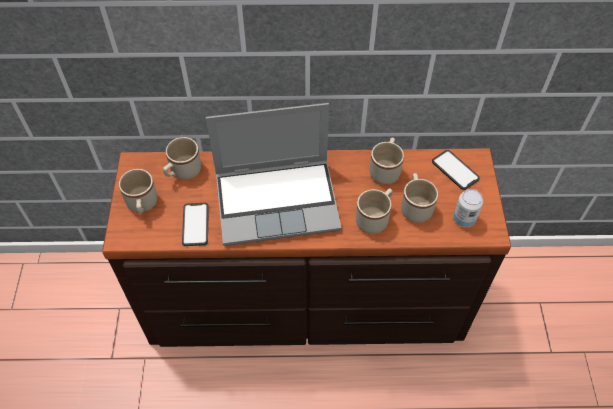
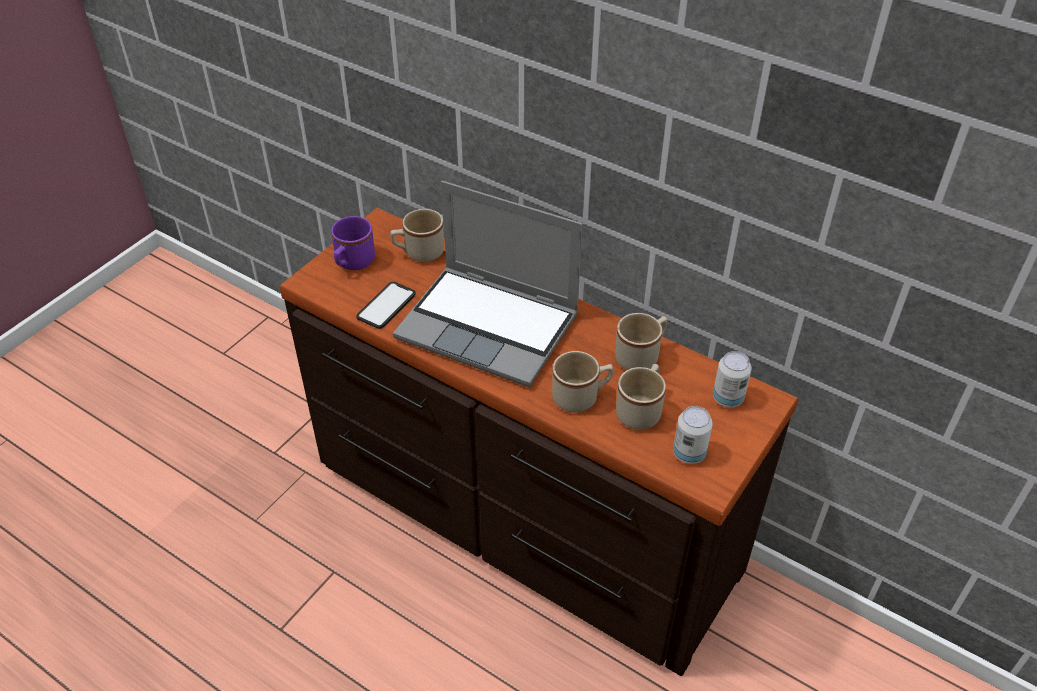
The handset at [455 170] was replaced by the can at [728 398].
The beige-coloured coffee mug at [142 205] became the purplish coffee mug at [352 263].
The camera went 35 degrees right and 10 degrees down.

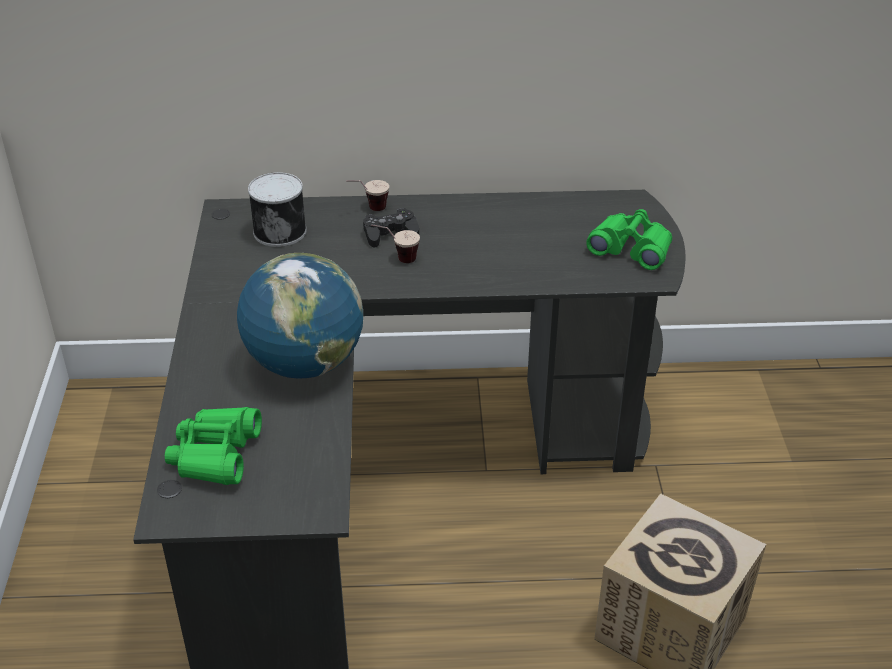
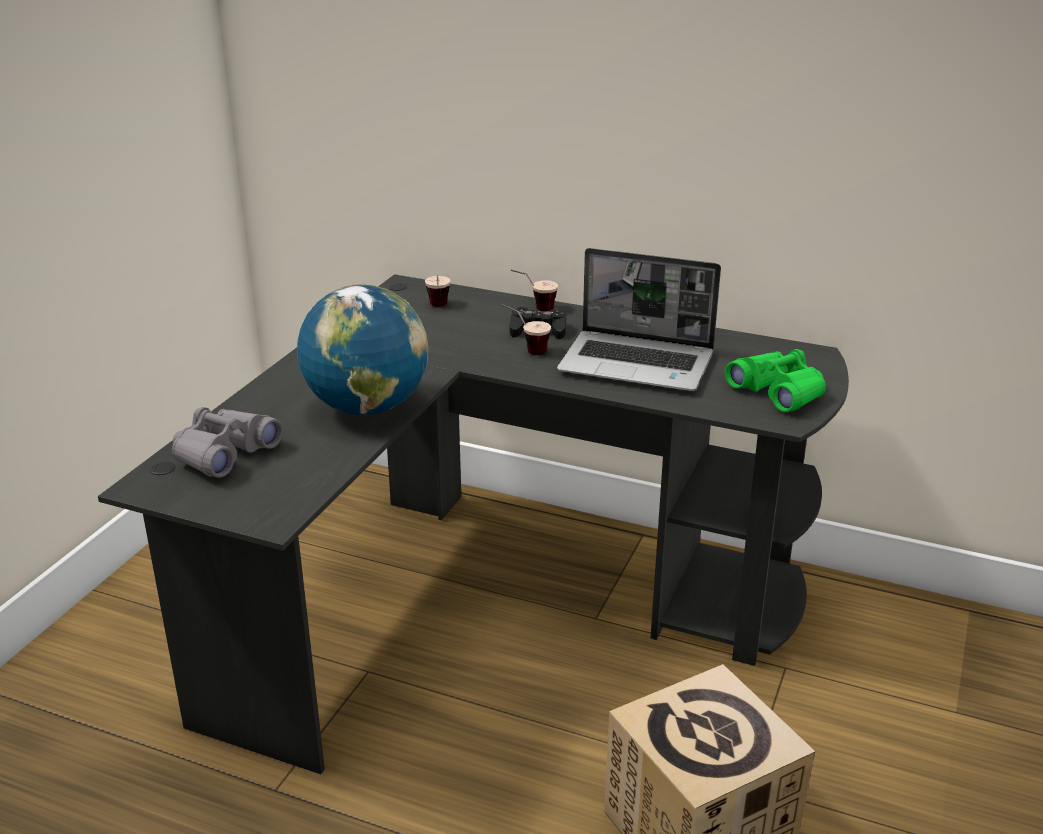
The can at [280 231] was replaced by the small cup at [438 308].
The green pair of binoculars at [215 454] became the gray pair of binoculars at [224 453].
The laptop at [638 364] appeared.
The camera went 25 degrees right and 10 degrees down.

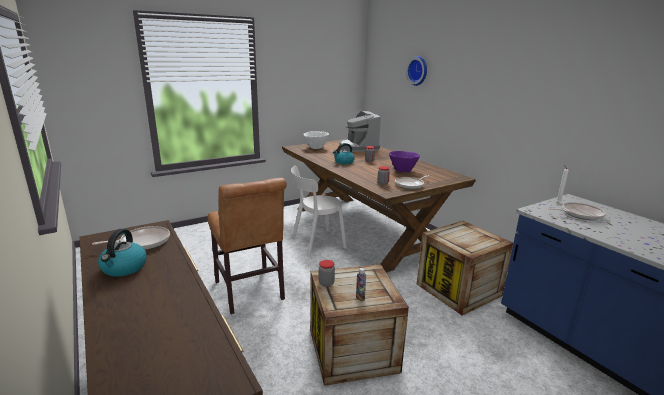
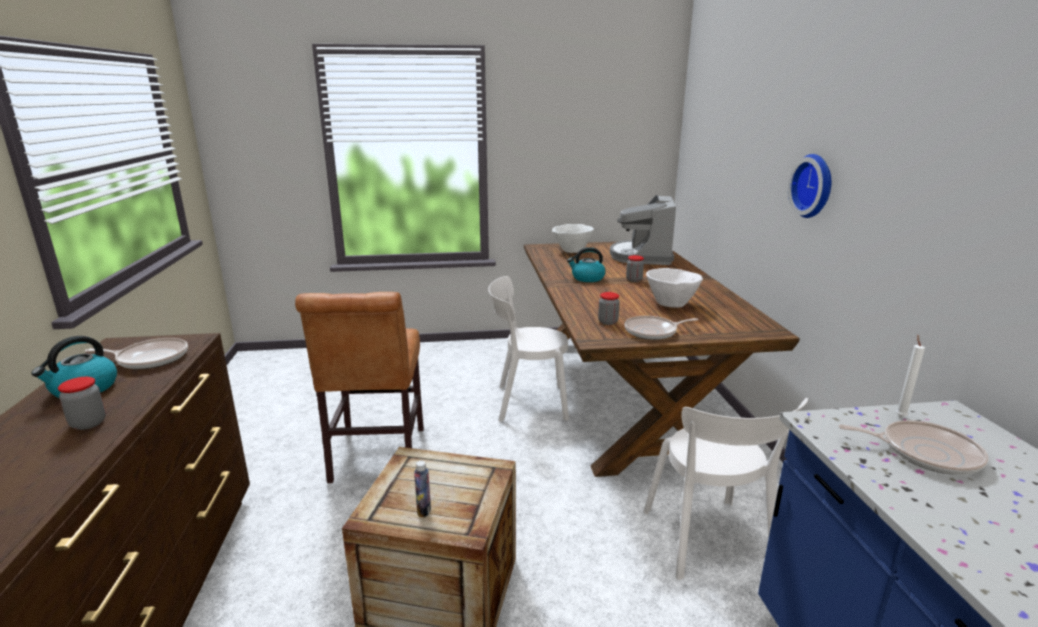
The hanging clock moved from [418 70] to [814 186].
The purplish deep dish at [402 170] became the white-coloured deep dish at [671 304].
The crate at [458 290] was replaced by the white-coloured plain chair at [709 542].
The preserve jar moved from [326 283] to [88 423].
The camera went 25 degrees right and 0 degrees up.

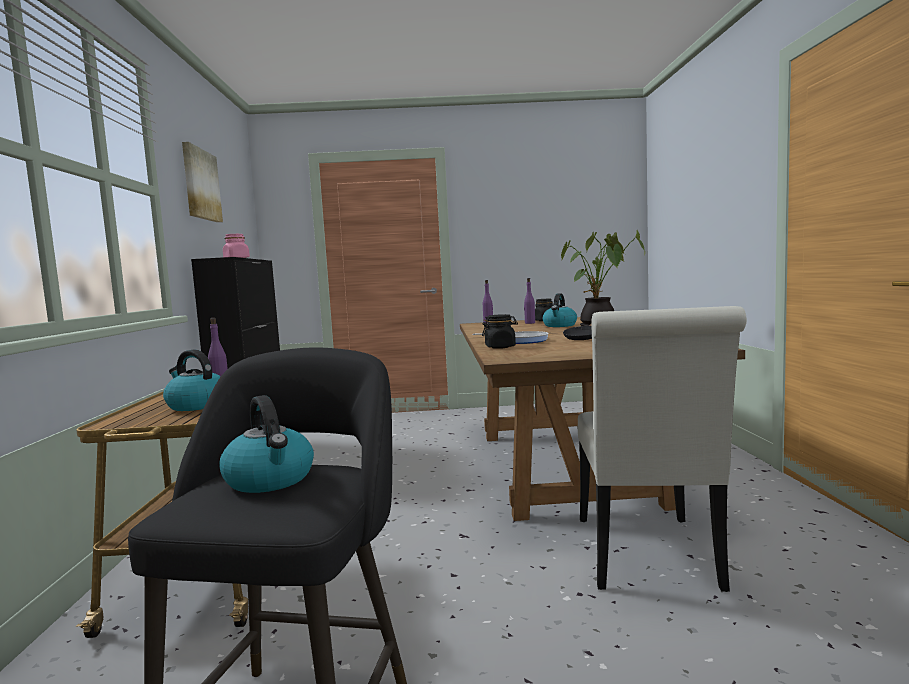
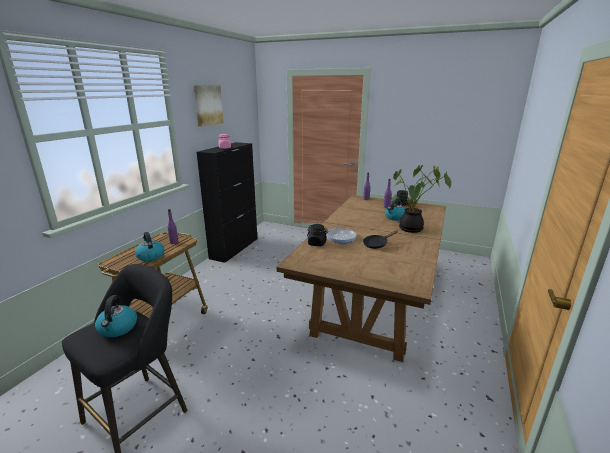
The white-coloured plain chair at [648 558] disappeared.
The camera went 25 degrees right and 15 degrees up.

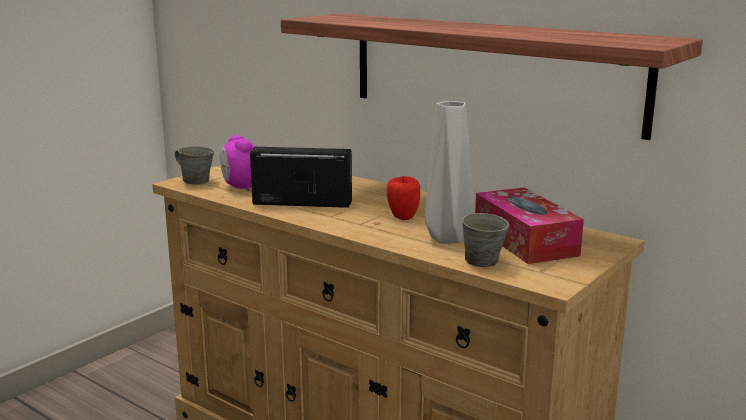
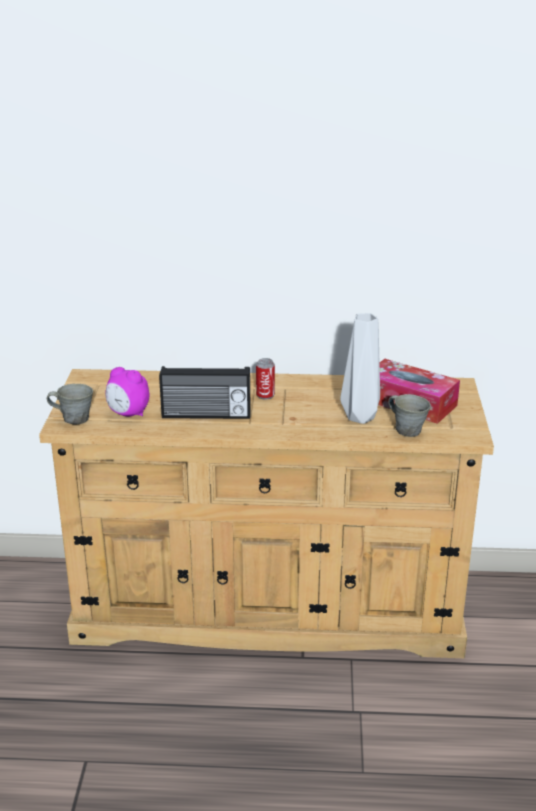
The wall shelf at [491 70] disappeared.
The radio set at [302 202] turned 150 degrees counterclockwise.
The apple at [403 217] disappeared.
The can at [265 395] appeared.
The camera went 35 degrees left and 10 degrees up.

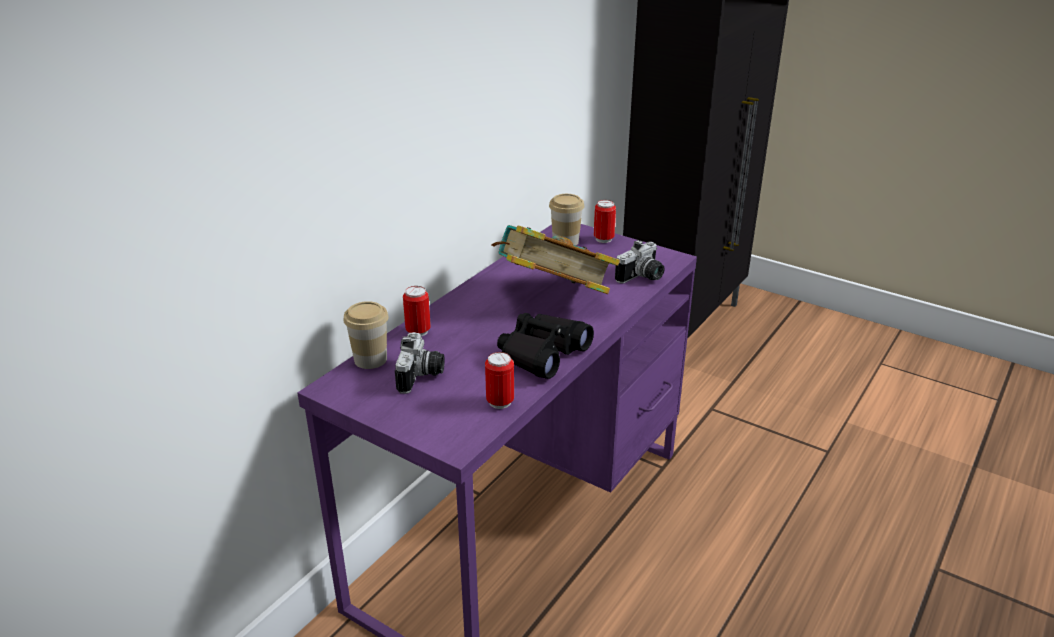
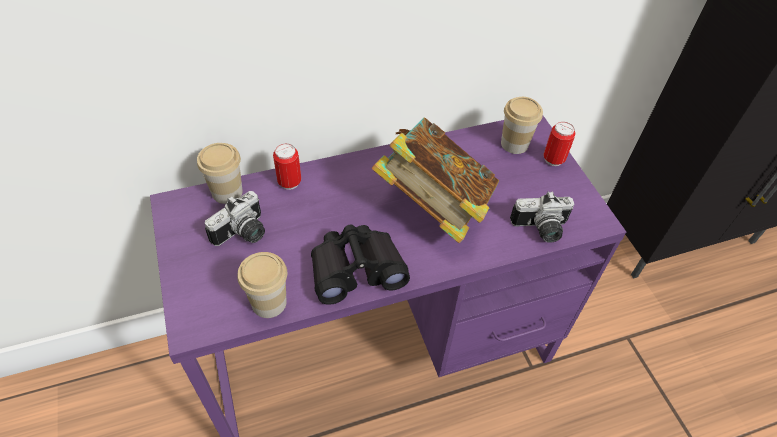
The can at [500 402] was replaced by the small cup at [269 303].
The camera went 35 degrees right and 20 degrees up.

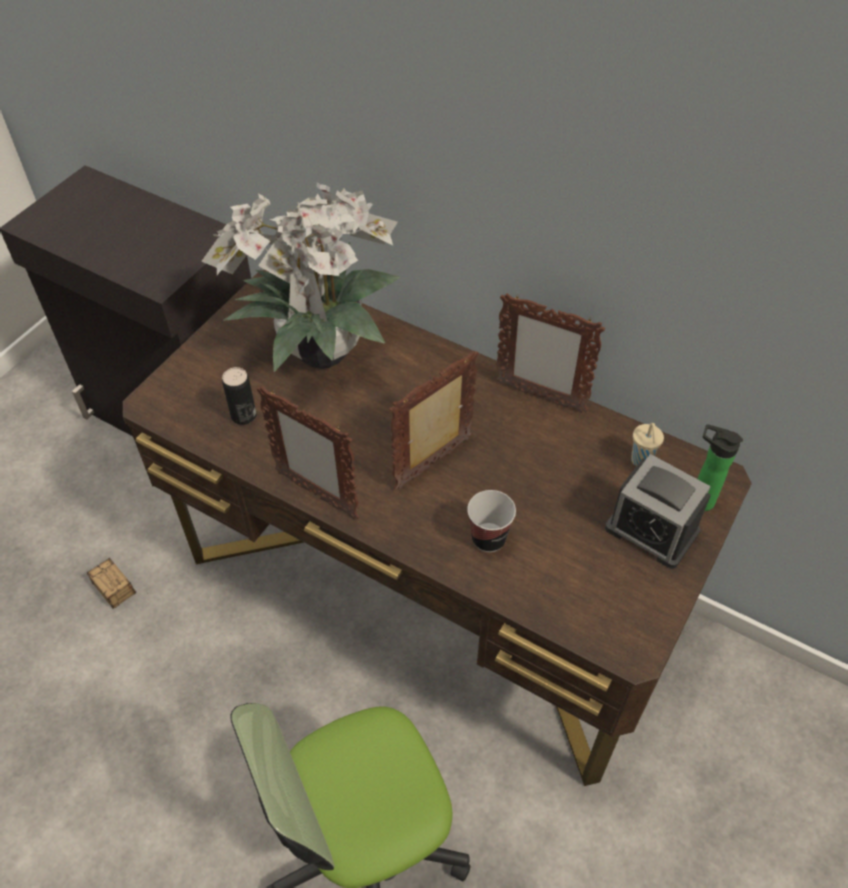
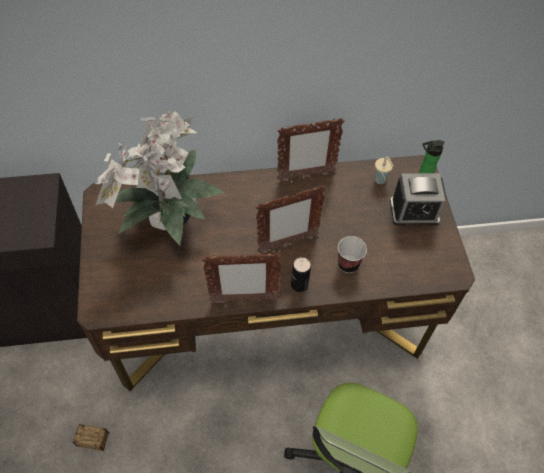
The picture frame at [434 463] turned 120 degrees counterclockwise.
The can moved from [244 416] to [299 284].
The camera went 40 degrees left and 5 degrees up.

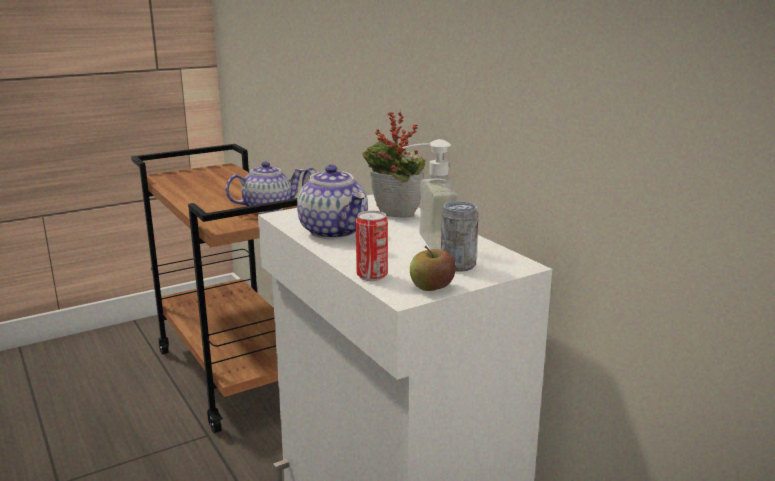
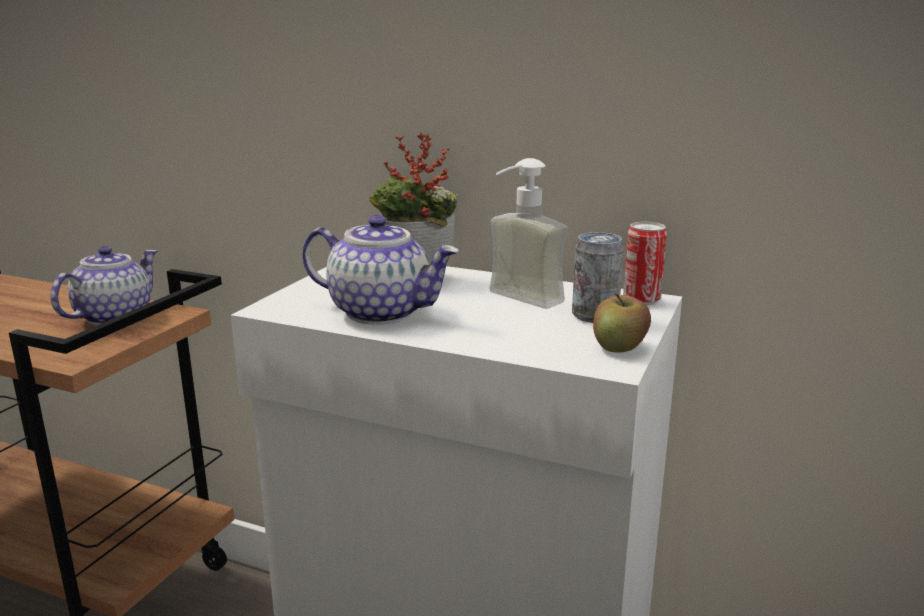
The can moved from [372 276] to [641 300].
The camera went 35 degrees left and 0 degrees up.

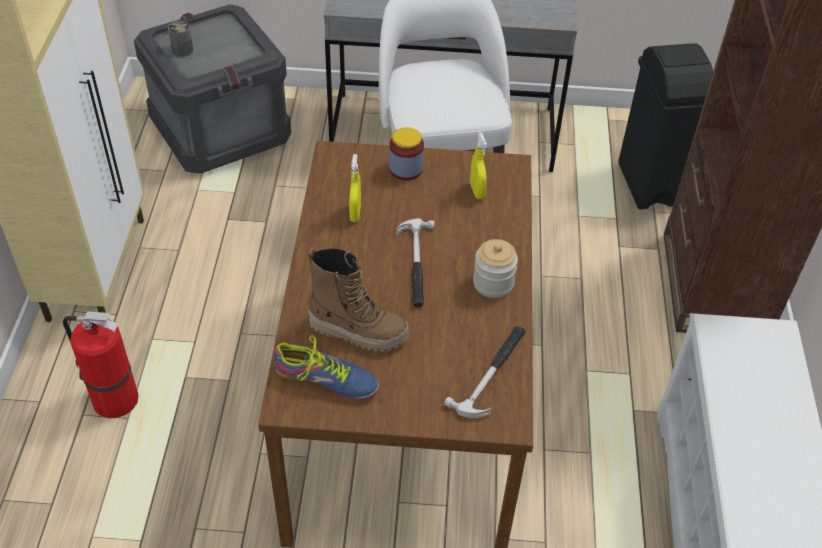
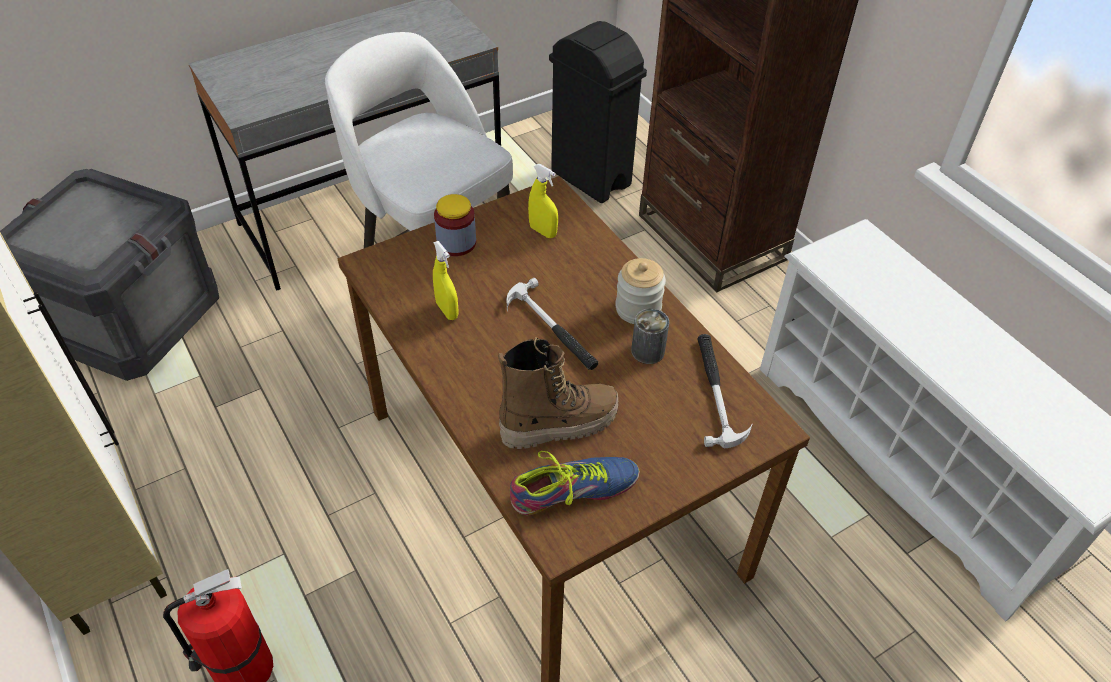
The can moved from [182 50] to [647 351].
The camera went 35 degrees left and 0 degrees up.

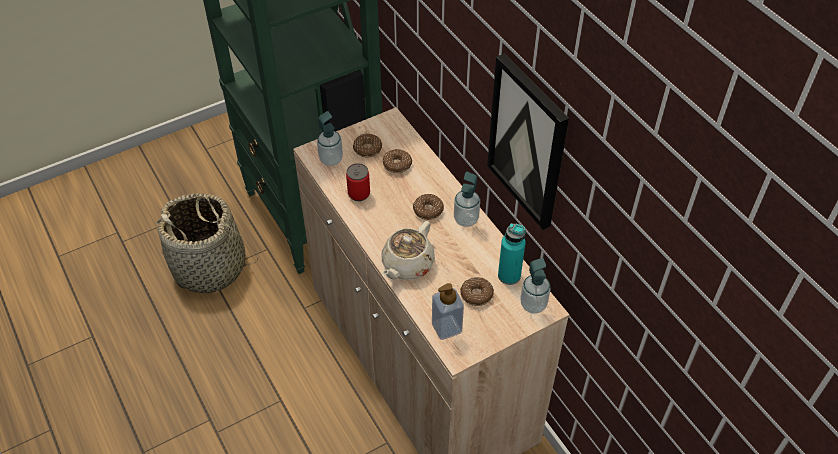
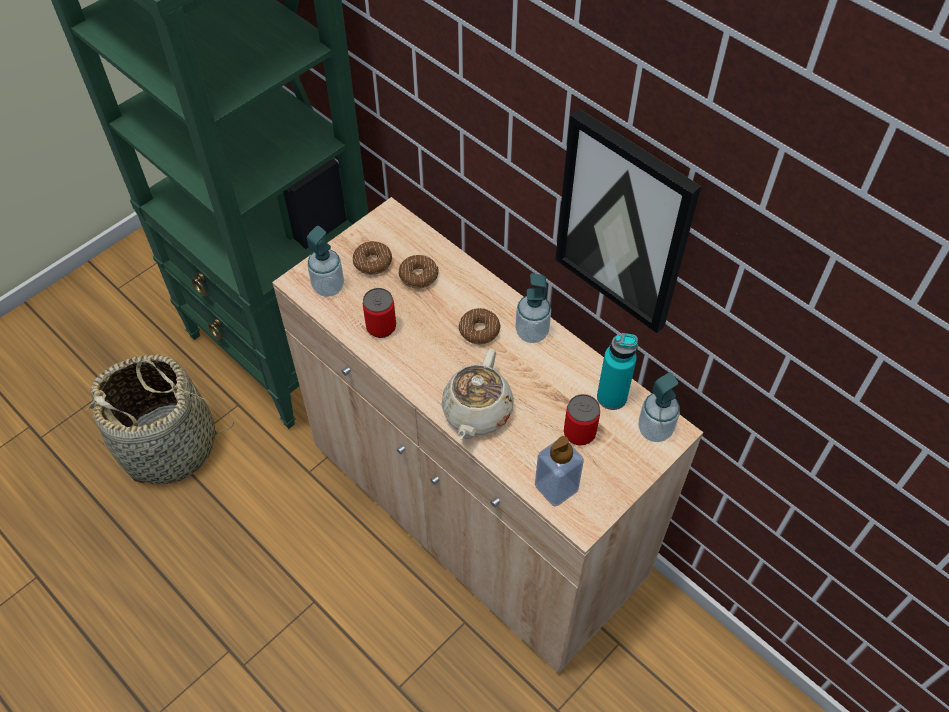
The doughnut at [476 294] was replaced by the can at [579 433].
The camera went 15 degrees left and 5 degrees up.

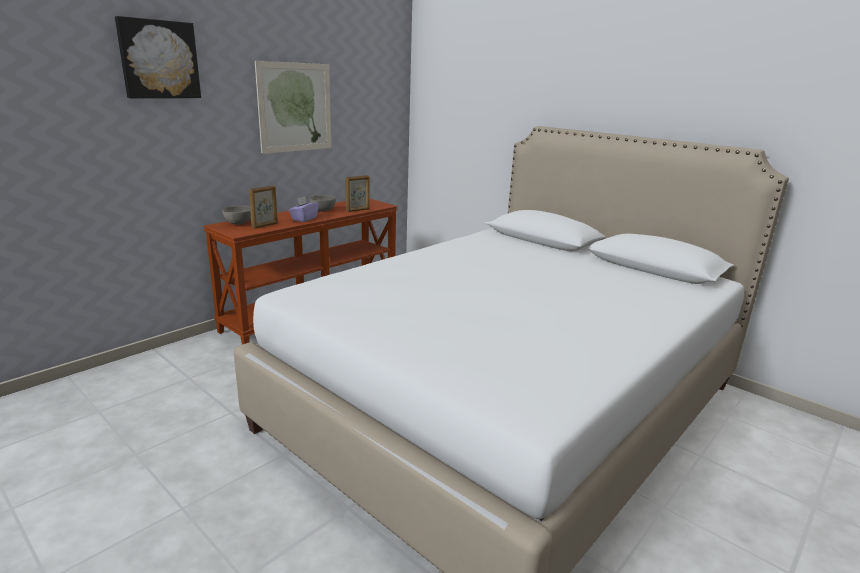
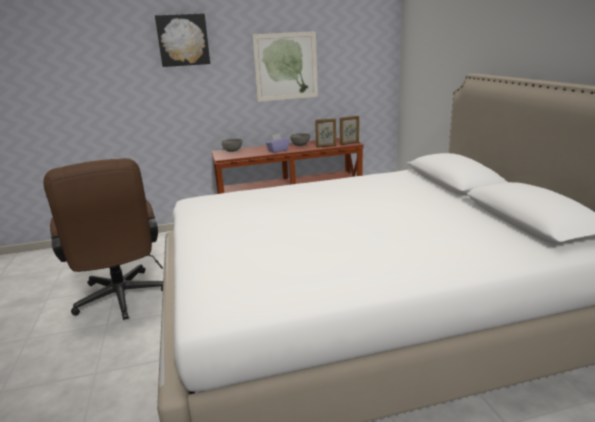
The picture frame moved from [265 225] to [349 143].
The brownish desk chair at [121 300] appeared.
The camera went 35 degrees right and 0 degrees up.

